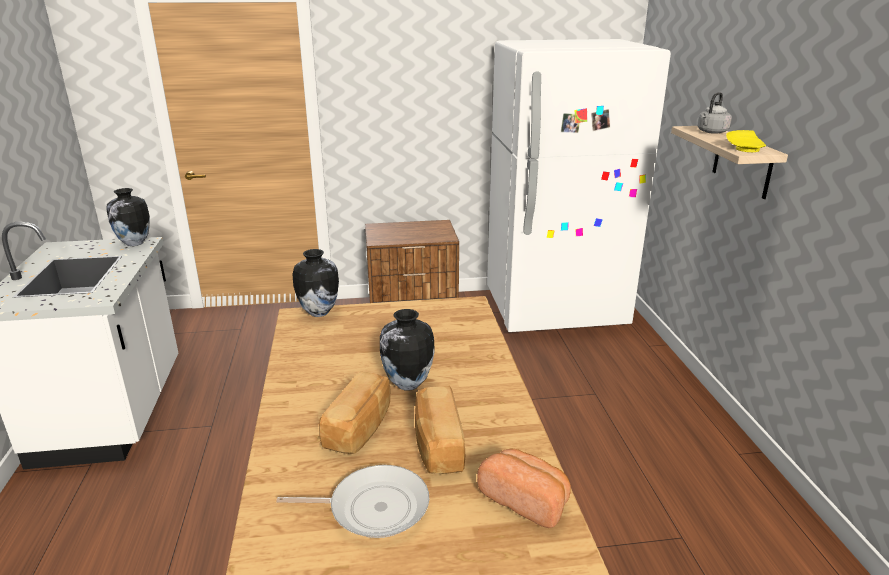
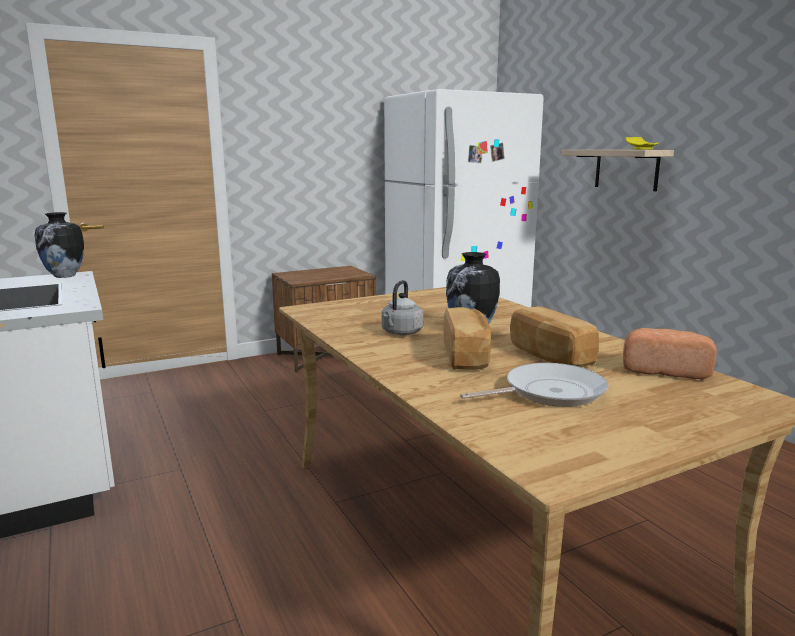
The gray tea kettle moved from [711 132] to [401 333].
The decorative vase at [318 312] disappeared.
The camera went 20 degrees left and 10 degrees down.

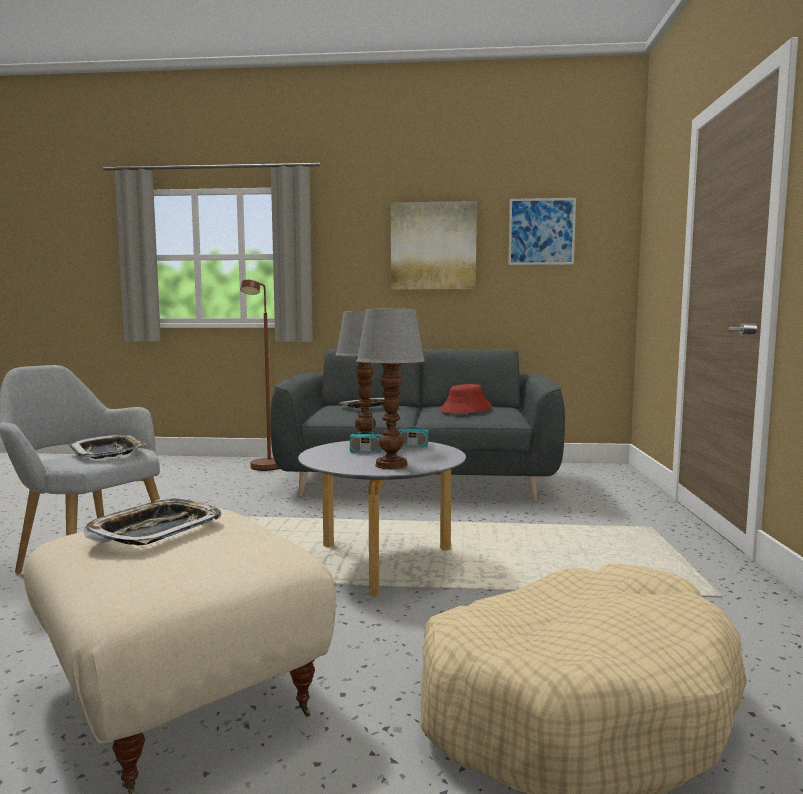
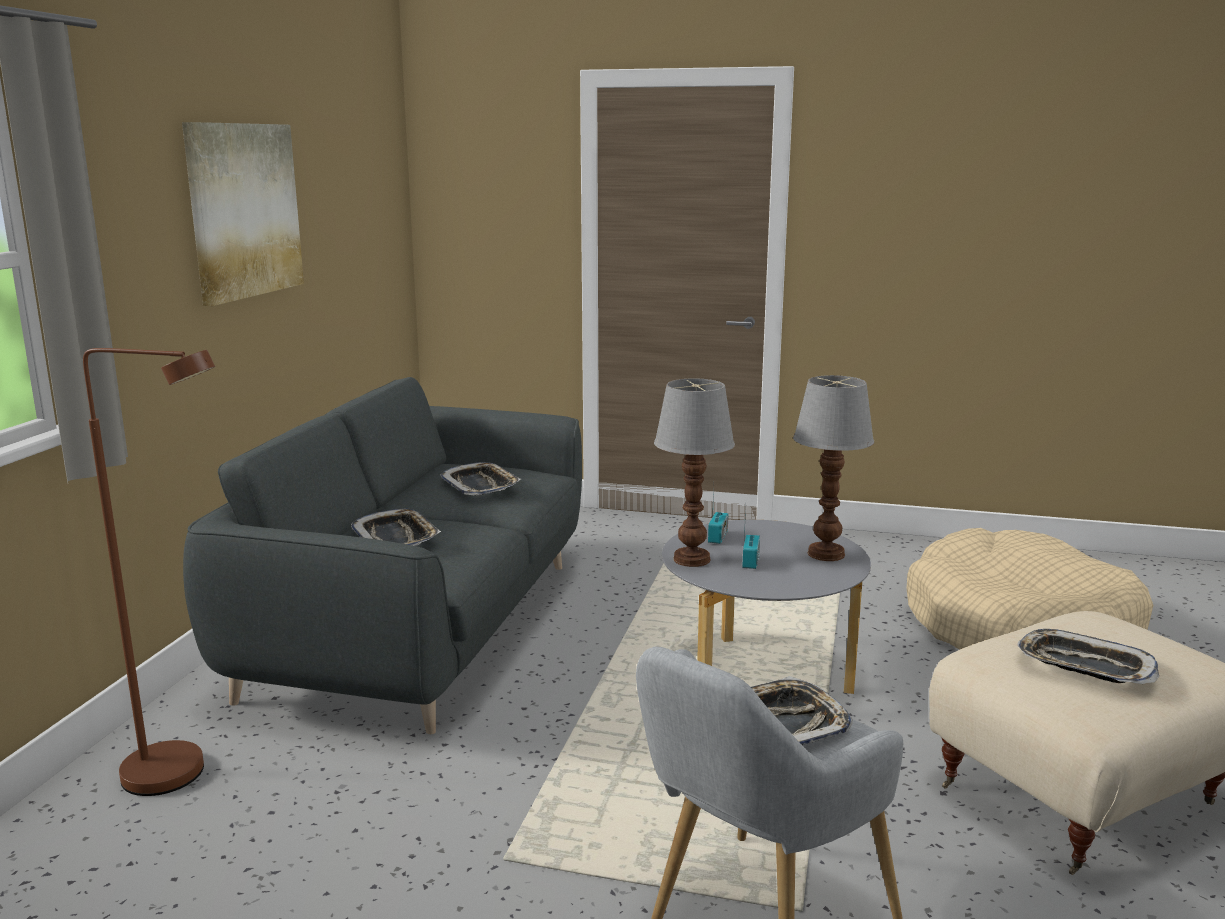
The wall picture at [541 231] disappeared.
The red clothing hat at [466 409] was replaced by the serving tray at [480 485].
The camera went 80 degrees left and 10 degrees up.

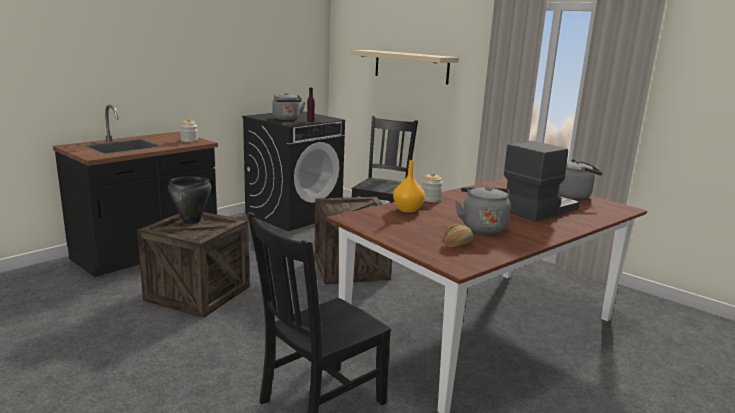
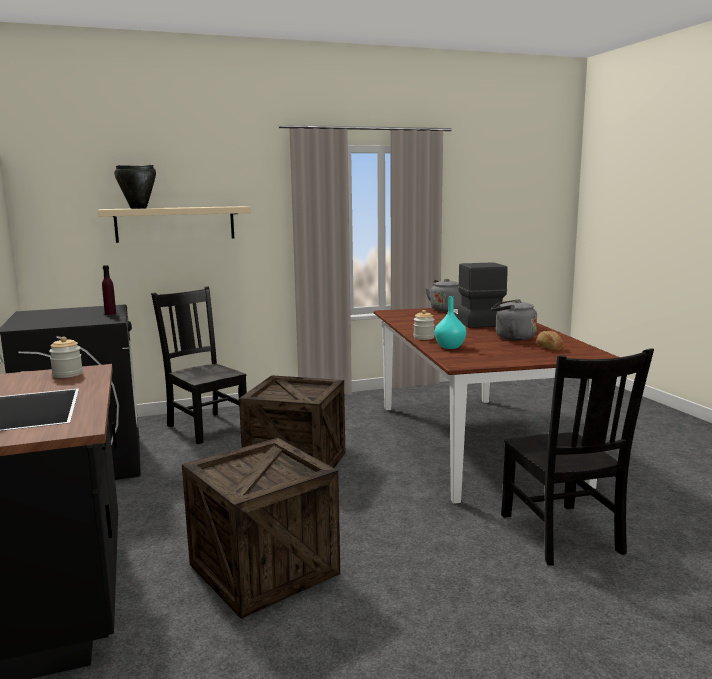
The gray tea kettle at [287 119] disappeared.
The orangey decorative vase at [408 210] became the turquoise decorative vase at [450 347].
The blackish stockpot moved from [191 221] to [139 208].
The camera went 60 degrees left and 5 degrees down.

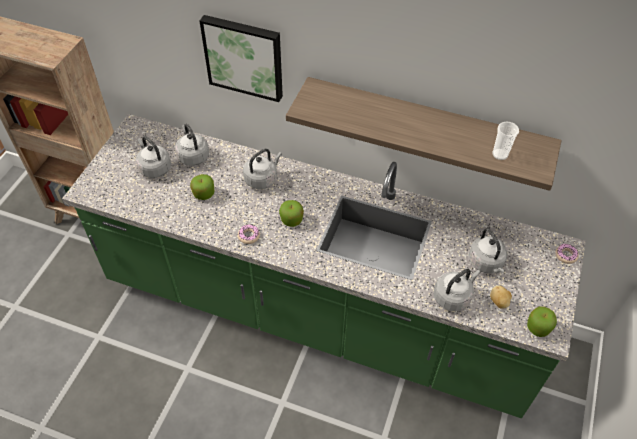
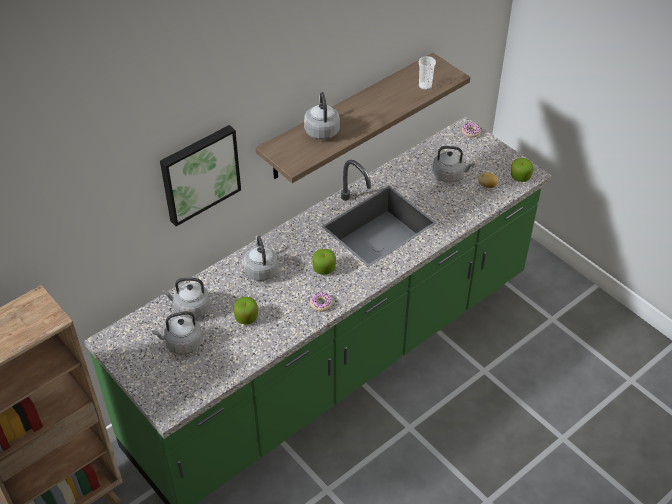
The gray tea kettle moved from [453 296] to [321 130].
The camera went 60 degrees left and 5 degrees down.

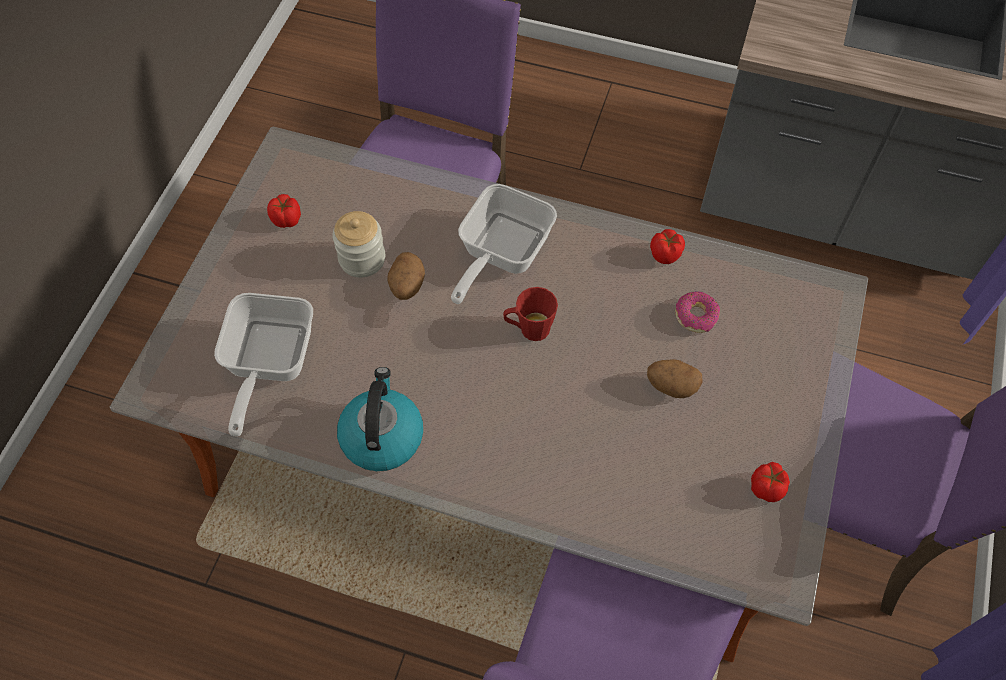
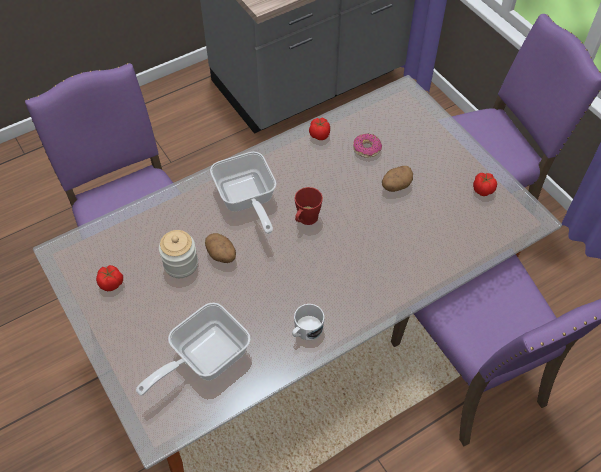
The skillet at [267 364] turned 90 degrees clockwise.
The tea kettle at [382 436] was replaced by the white-coloured coffee mug at [306 330].
The camera went 50 degrees left and 5 degrees down.

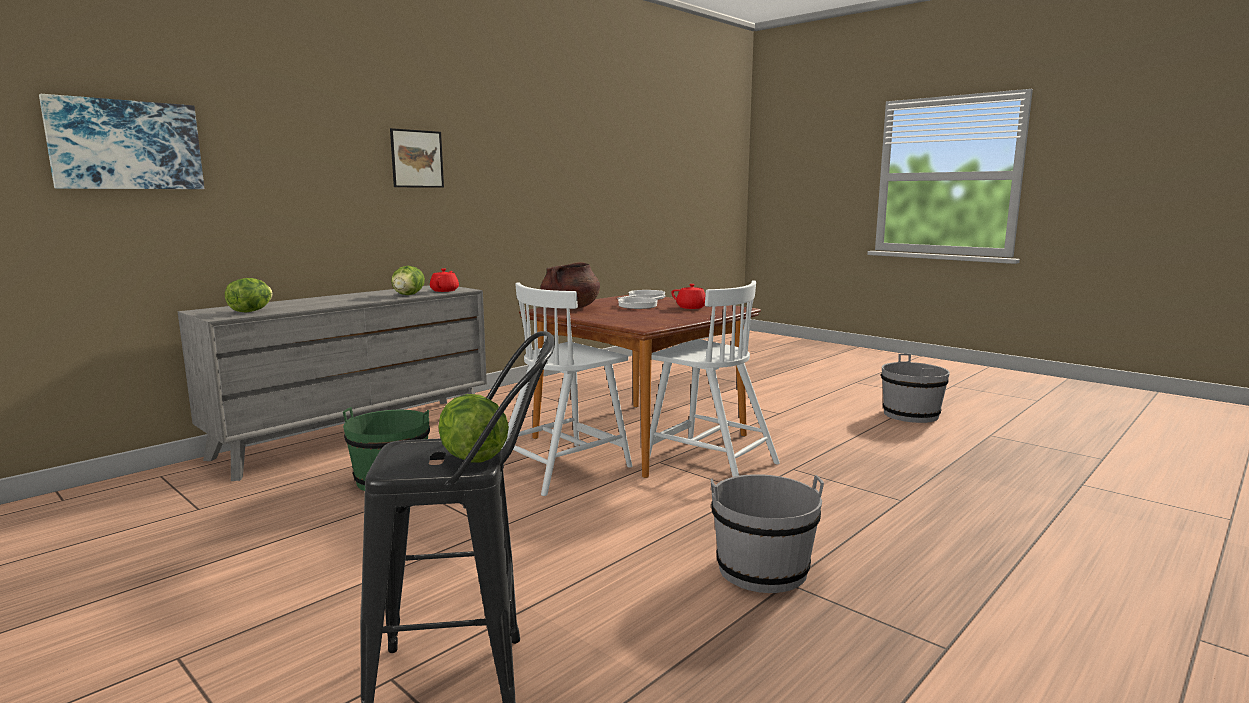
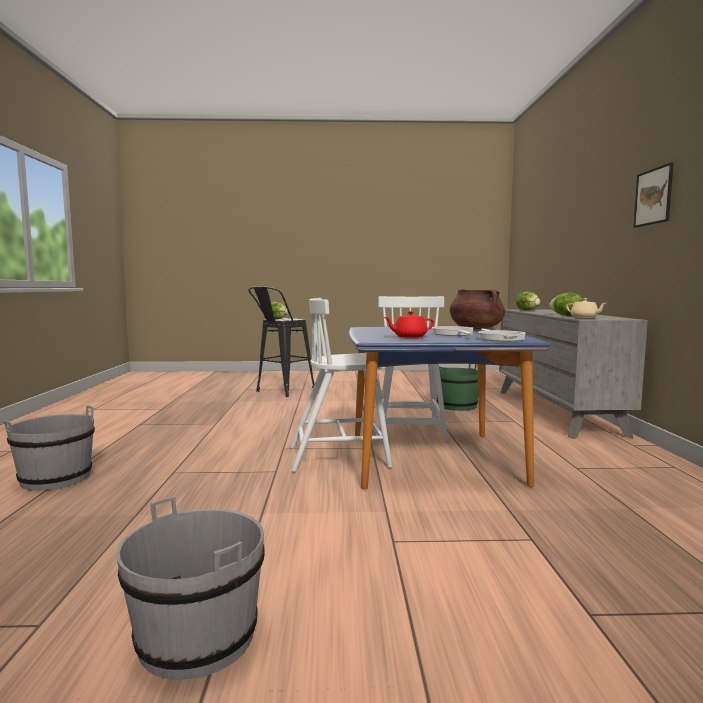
The wall picture at [126 145] disappeared.
The red pot for tea at [445 290] became the beige-coloured pot for tea at [584 318].
The brownish kitchen table at [641 437] became the blue kitchen table at [431 459].
The gray water bucket moved from [762 570] to [56 479].
The camera went 135 degrees right and 5 degrees down.

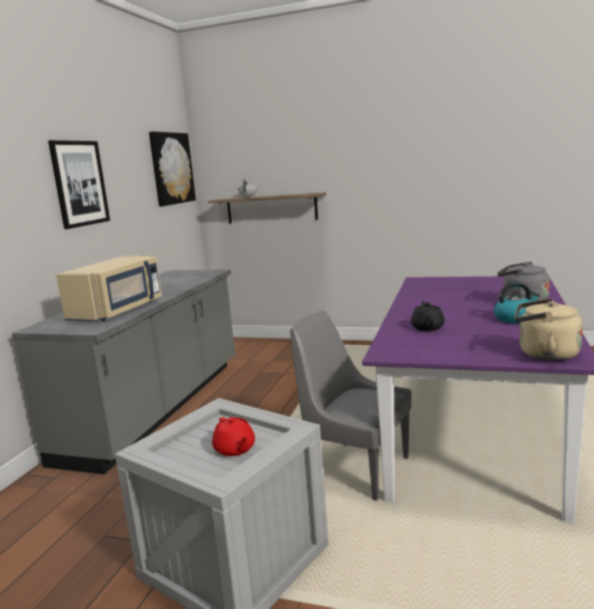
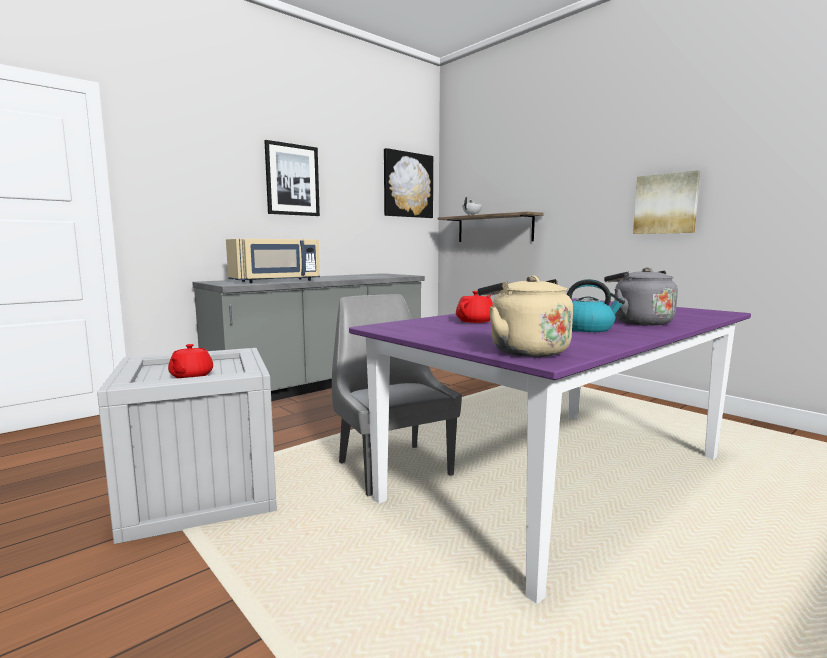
The blackish pot for tea at [427 327] became the red pot for tea at [475 321].
The wall picture at [666 204] appeared.
The camera went 30 degrees right and 5 degrees down.

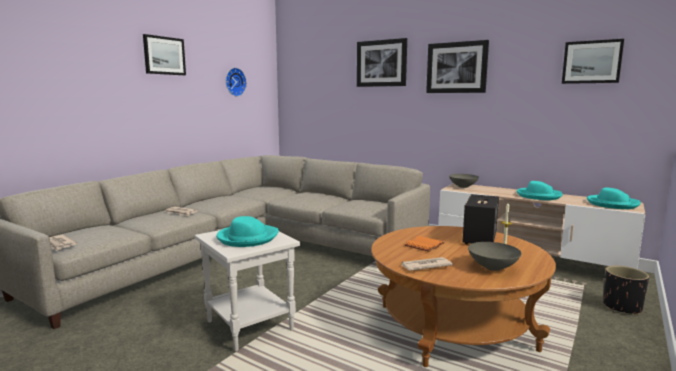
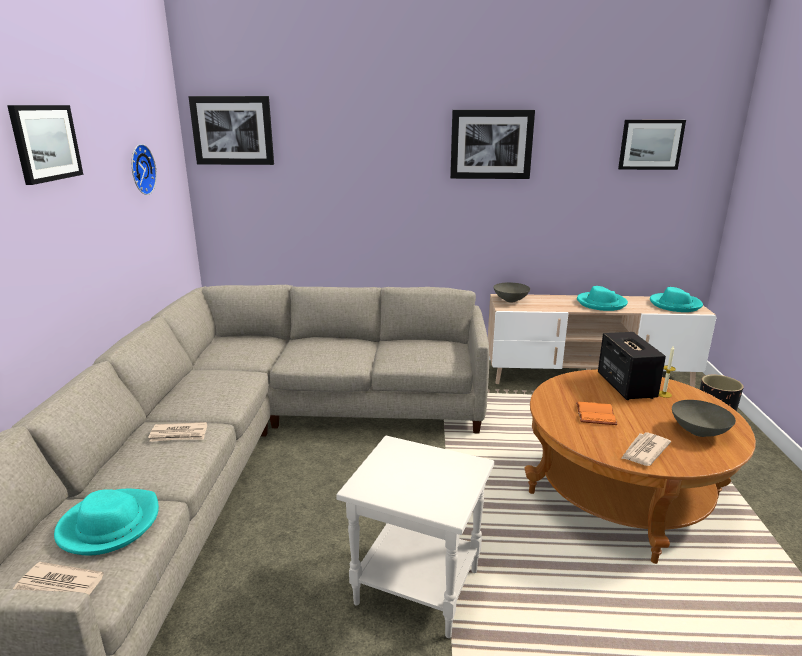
The wall picture moved from [381 63] to [232 130].
The turquoise clothing hat moved from [247 238] to [109 524].
The camera went 30 degrees left and 10 degrees up.

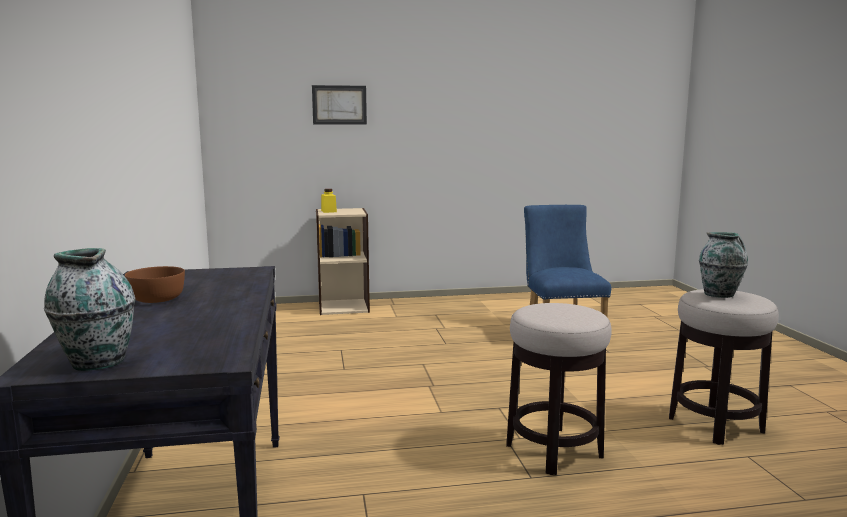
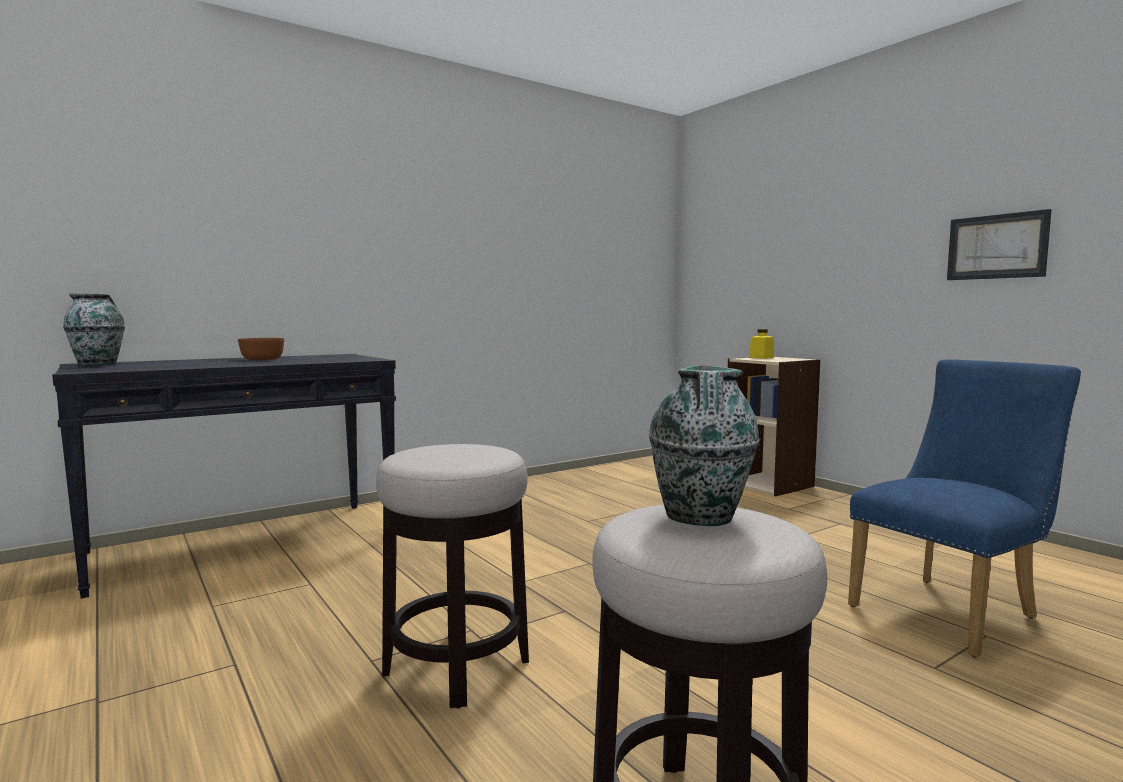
The wall picture moved from [339 105] to [996 246].
The camera went 65 degrees right and 5 degrees down.

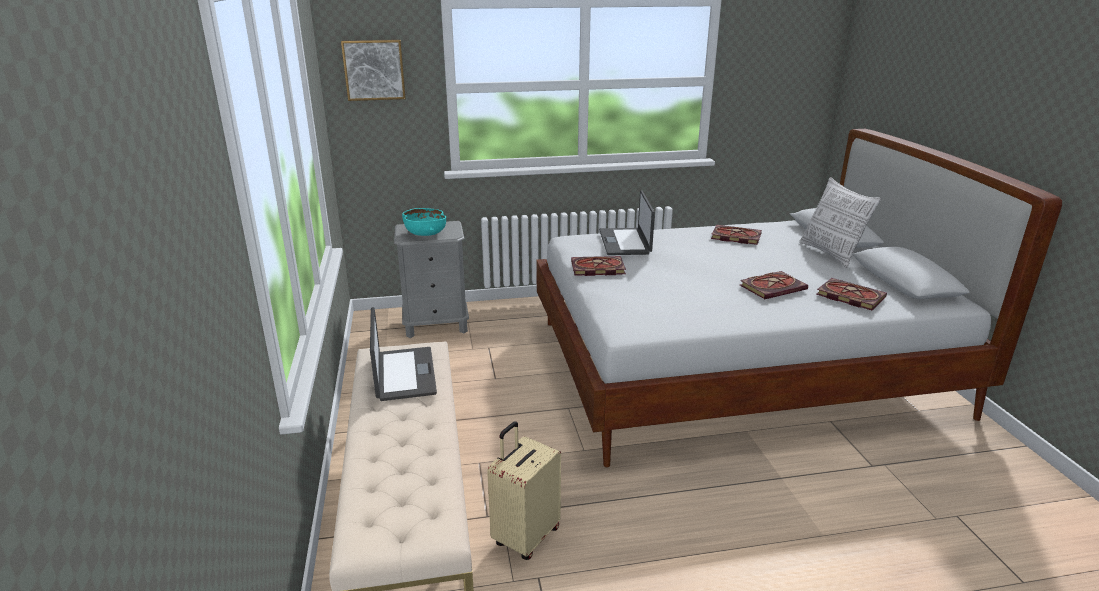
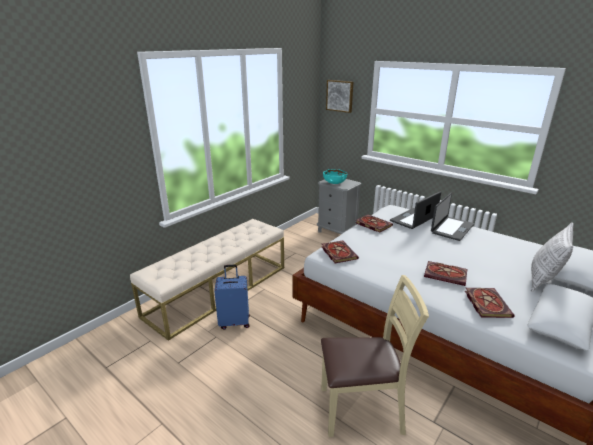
The book moved from [734 237] to [338 253].
The laptop moved from [403 374] to [451 228].
The beige-coloured piece of luggage at [525 536] became the blue piece of luggage at [234 322].
The beige-coloured plain chair at [362 409] appeared.
The camera went 50 degrees right and 0 degrees up.

